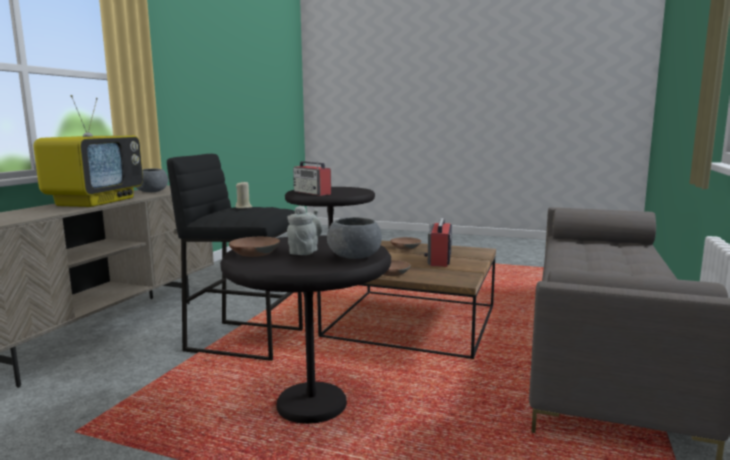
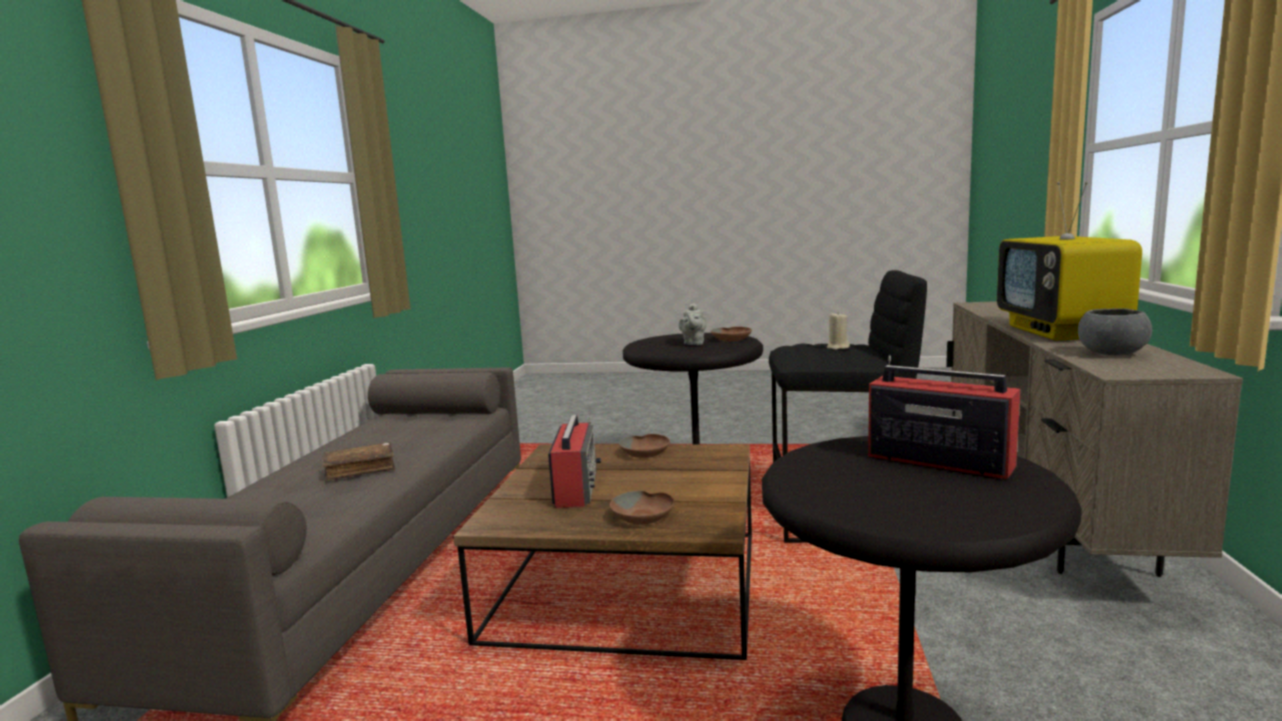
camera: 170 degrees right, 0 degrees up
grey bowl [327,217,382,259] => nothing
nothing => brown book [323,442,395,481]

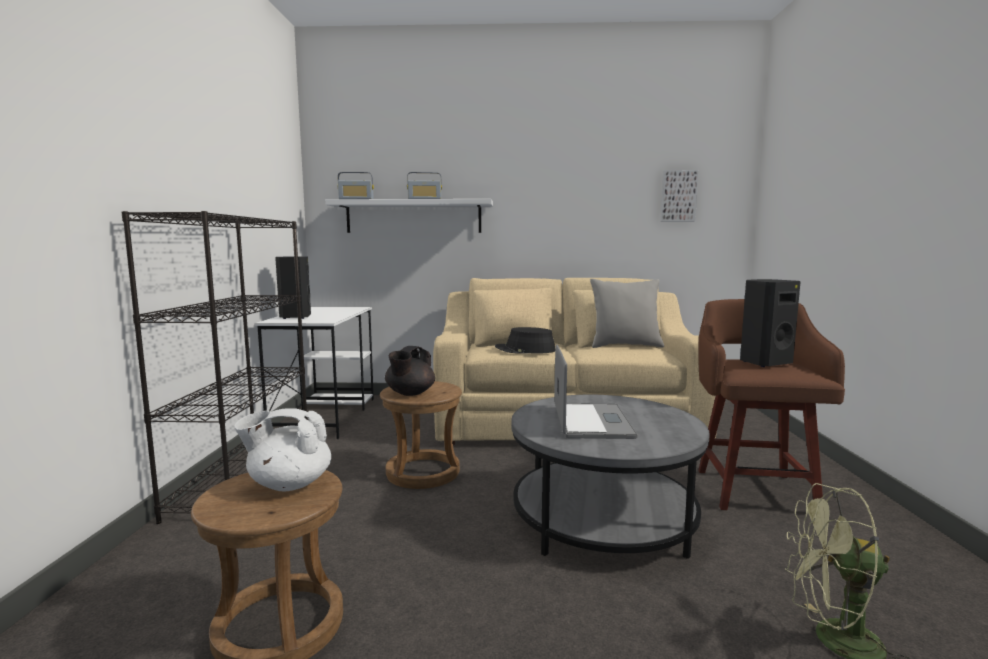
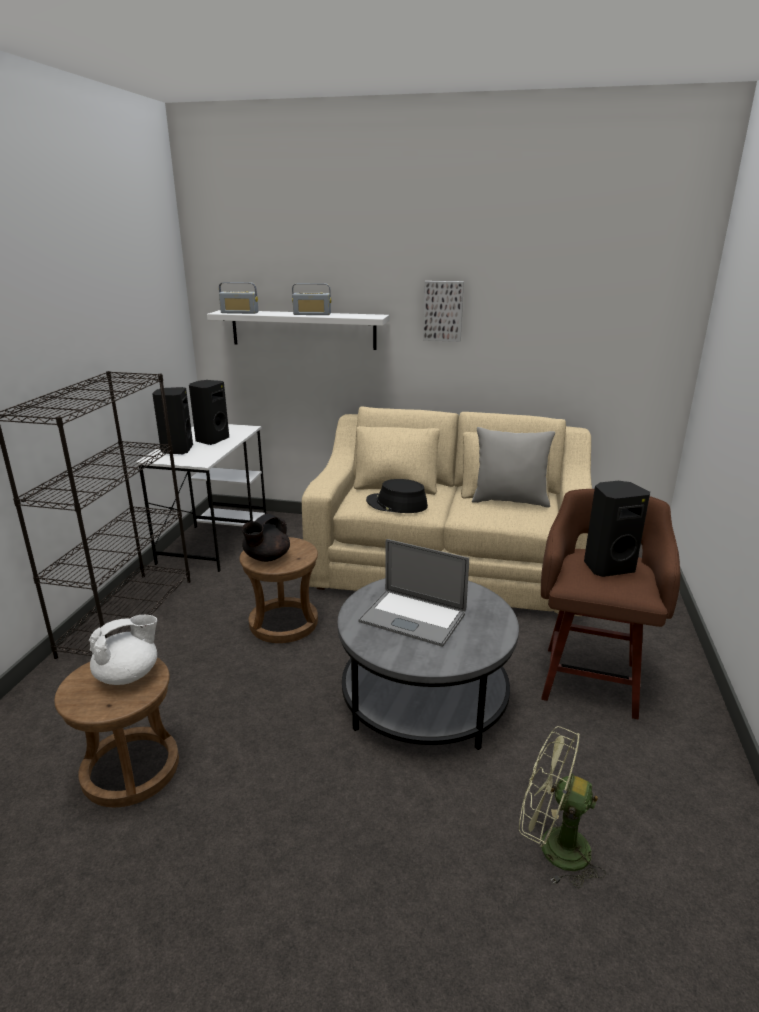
camera: 10 degrees right, 15 degrees up
white teapot [234,409,331,491] => white teapot [89,615,157,685], 135 degrees clockwise
laptop [554,345,638,439] => laptop [358,539,469,647], 105 degrees clockwise
picture [661,170,698,222] => picture [423,281,464,342], moved
nothing => black speaker [189,380,229,445]

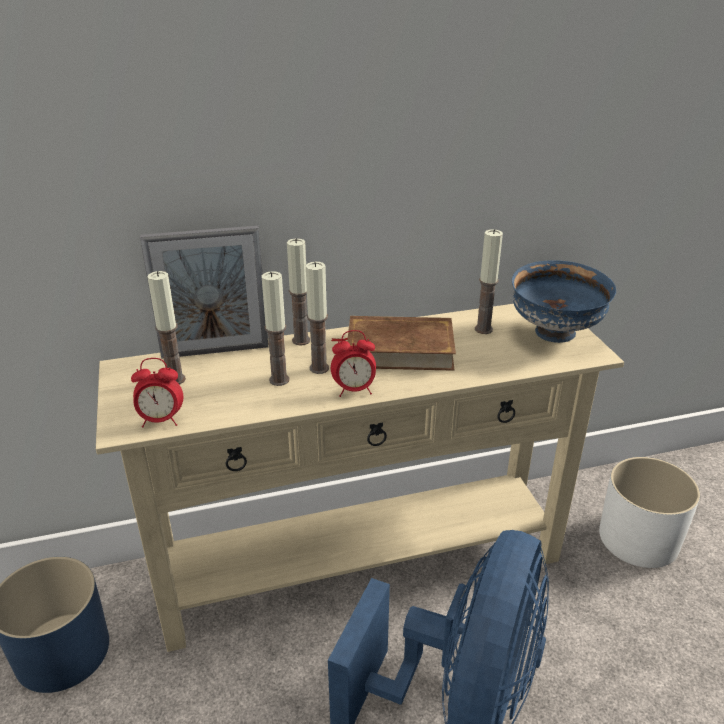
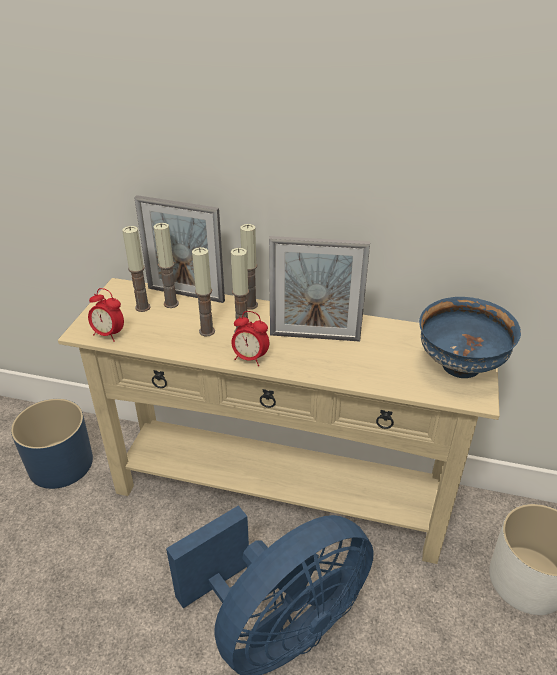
camera: 30 degrees right, 5 degrees up
brown book [330,316,456,371] => picture frame [269,236,370,341]
candle [475,229,503,334] => candle [154,223,179,308], moved

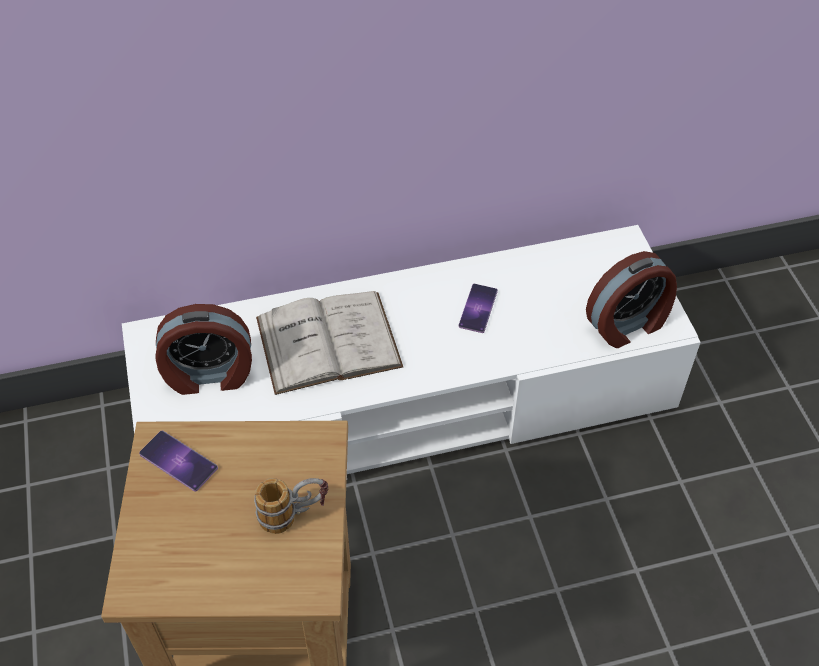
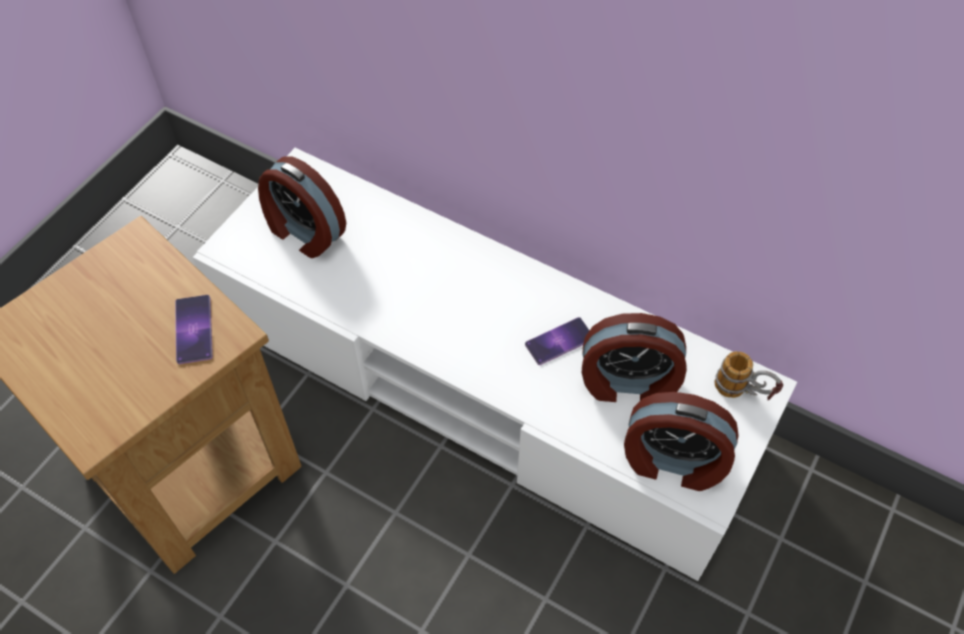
camera: 45 degrees right, 5 degrees up
phone [139,431,218,491] => phone [175,295,213,364], moved
mug [254,478,328,534] => mug [715,351,783,400], moved
white book [256,291,403,395] => nothing
nothing => alarm clock [582,313,687,402]

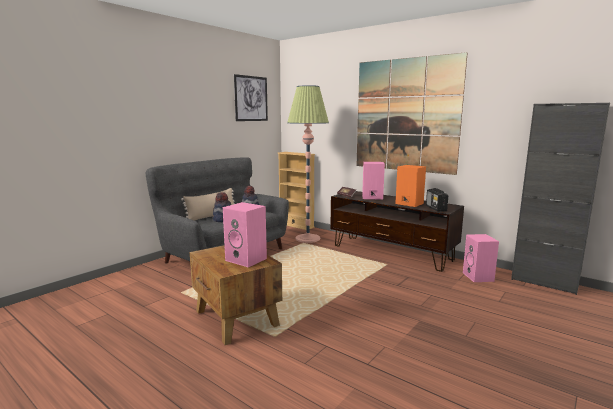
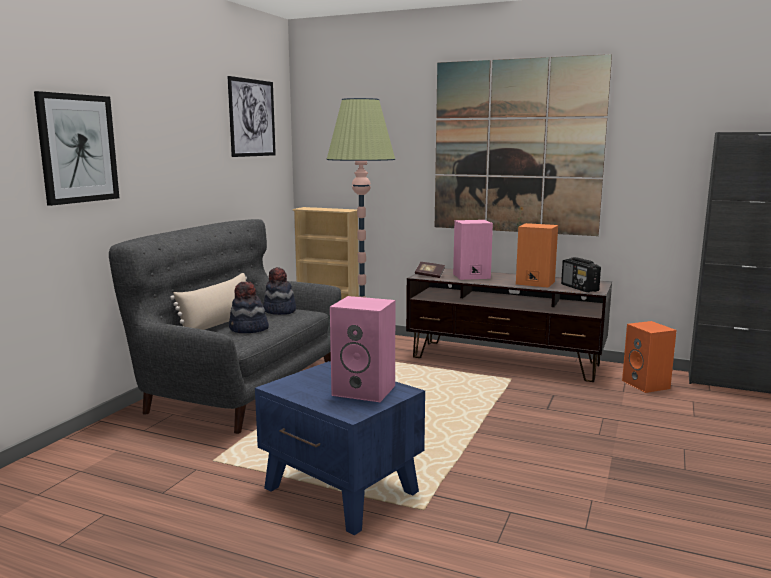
camera: 15 degrees left, 0 degrees up
brown side table [190,245,282,345] => blue side table [255,361,425,535]
pink speaker [463,234,499,282] => orange speaker [622,321,677,393]
nothing => picture [34,91,119,206]

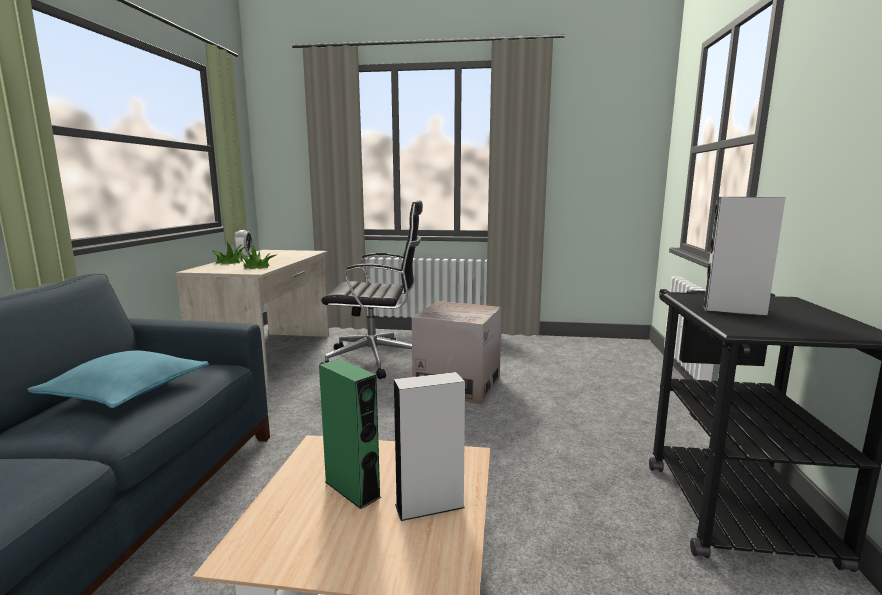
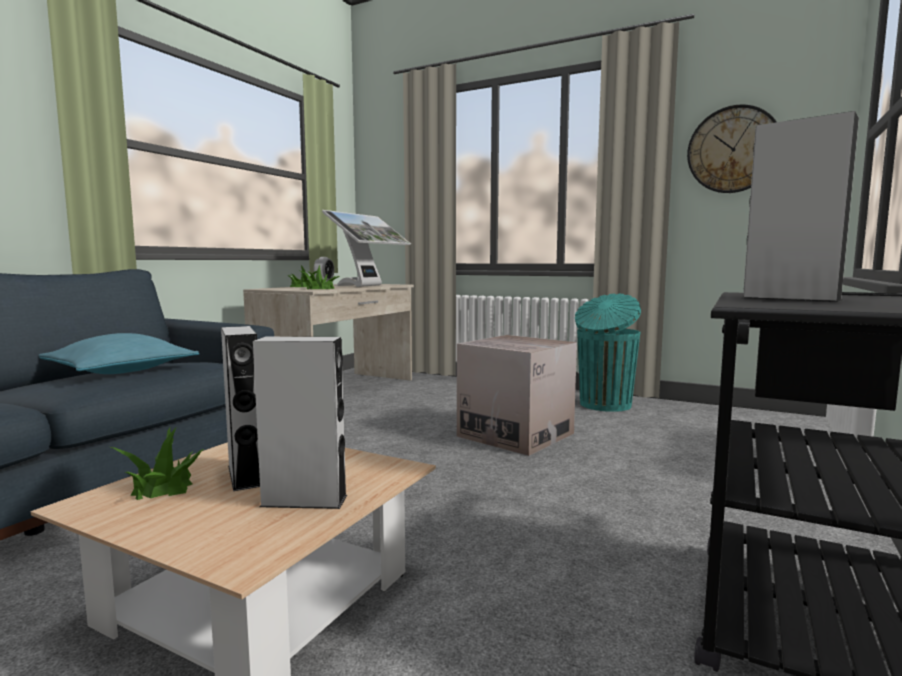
camera: 20 degrees right, 5 degrees down
green speaker [319,359,381,509] => grey speaker [221,326,260,491]
black office chair [320,200,423,379] => nothing
nothing => potted plant [111,428,204,500]
nothing => monitor [322,210,411,287]
nothing => turquoise trash can [575,294,641,412]
nothing => wall clock [687,104,777,193]

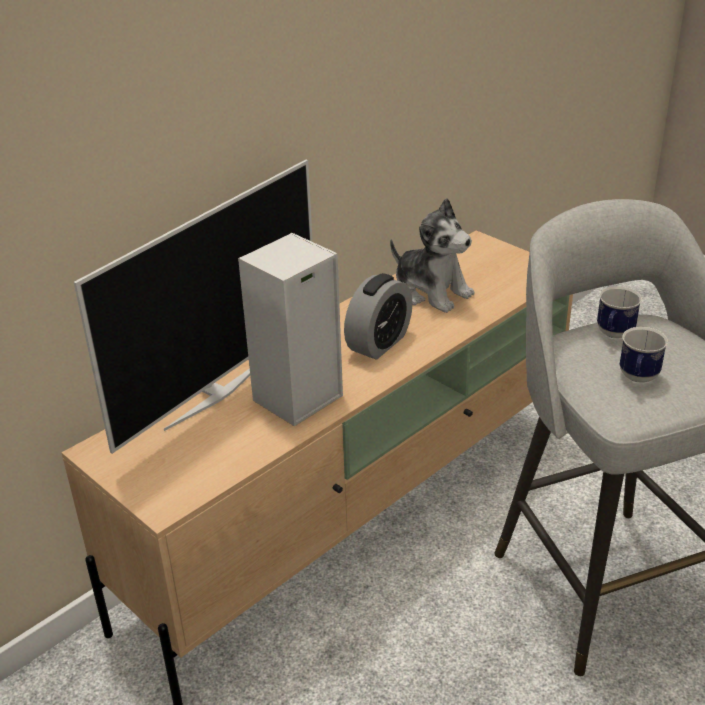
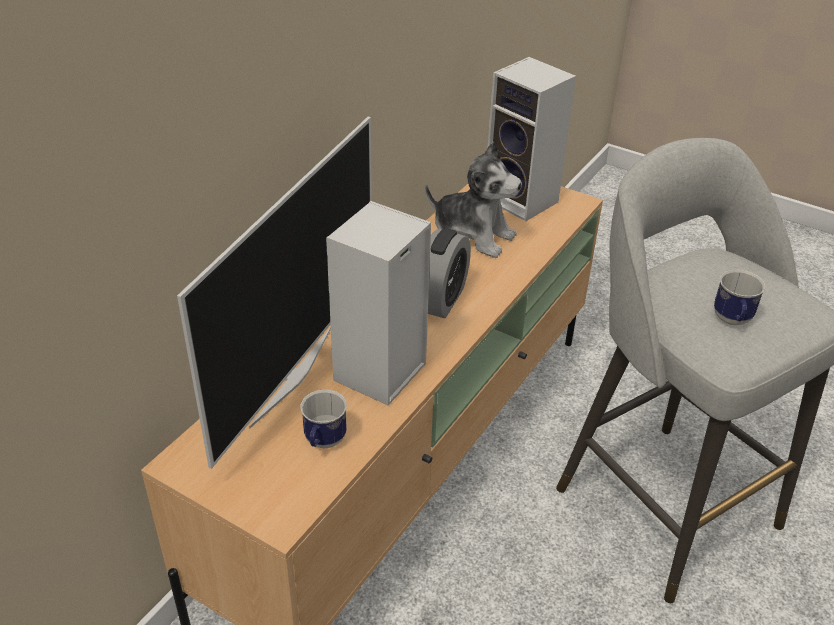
camera: 15 degrees left, 5 degrees up
mug [597,286,642,339] => mug [300,389,347,448], moved
nothing => speaker [488,57,576,221]

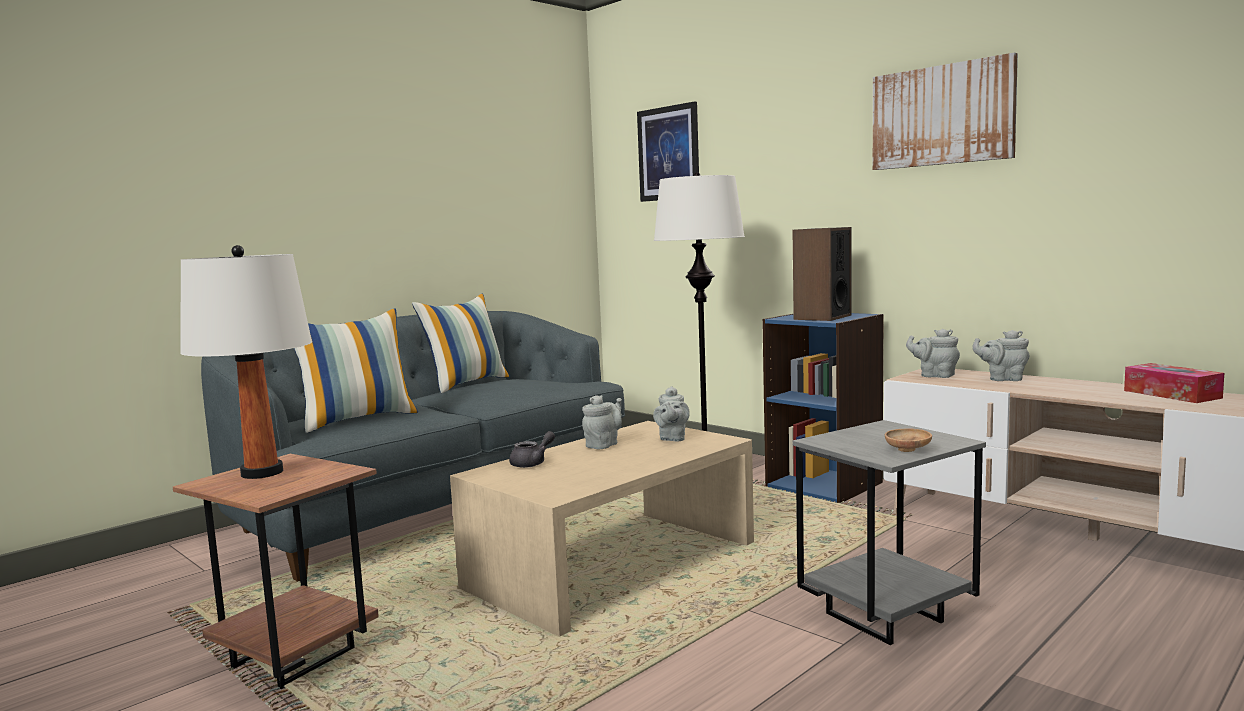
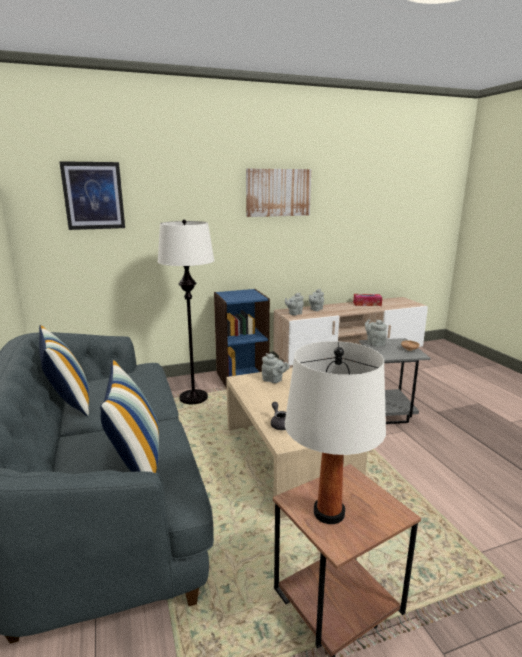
camera: 65 degrees left, 10 degrees up
grey teapot [582,395,622,449] => grey teapot [365,319,387,347], moved
speaker [793,227,852,321] => nothing

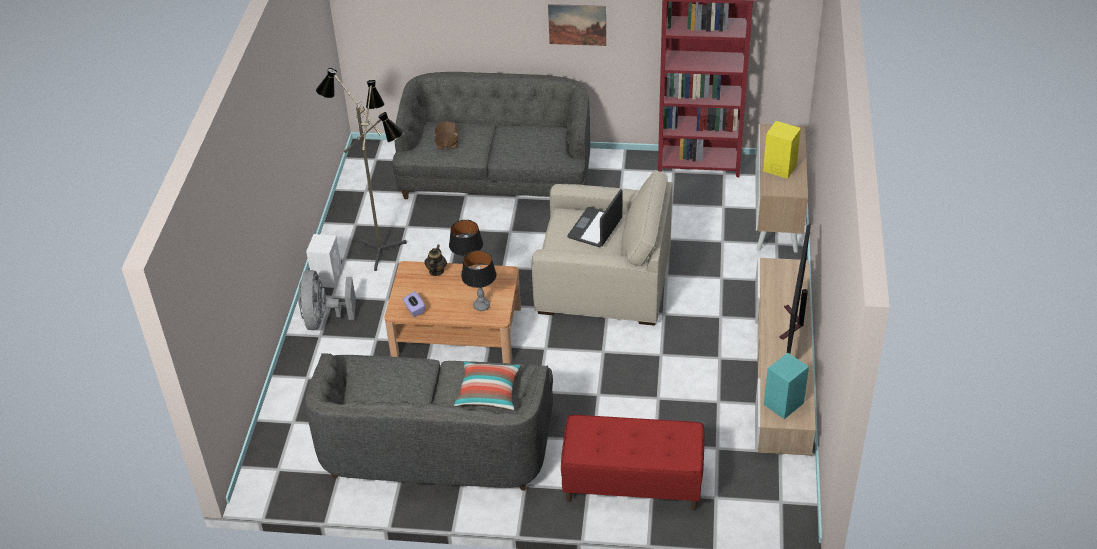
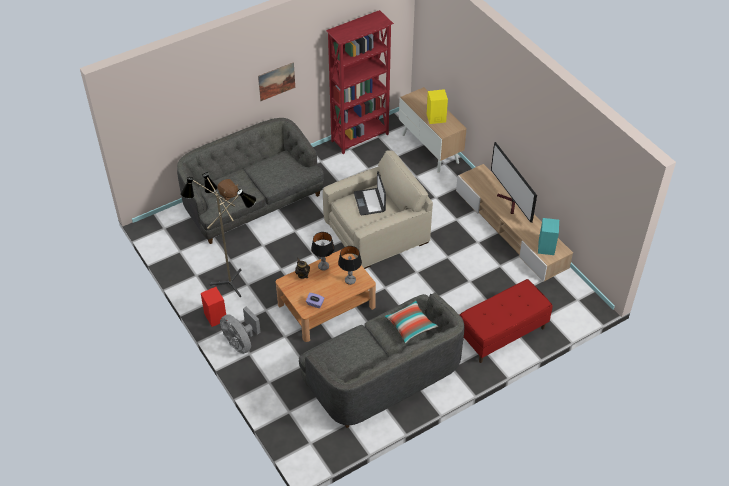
camera: 40 degrees left, 5 degrees up
white speaker [306,234,343,288] => red speaker [201,287,226,327]

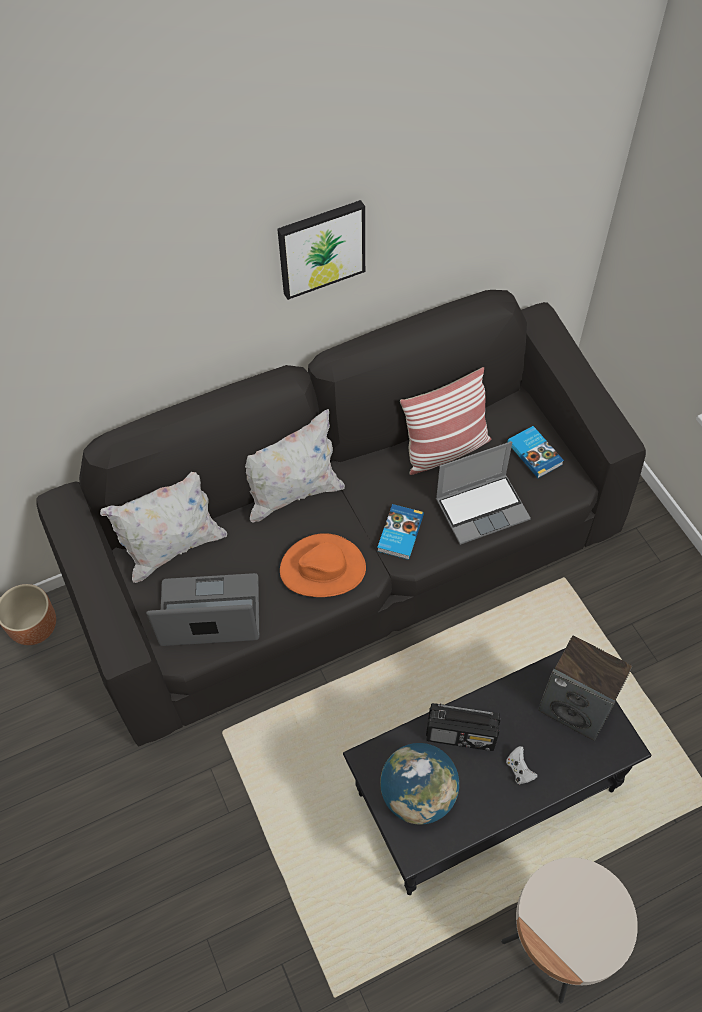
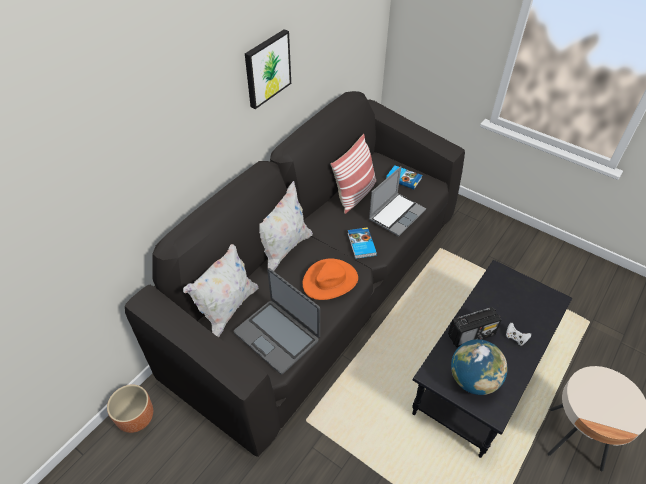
camera: 30 degrees left, 10 degrees down
laptop [146,573,259,646] => laptop [234,268,320,374], 105 degrees counterclockwise
speaker [538,636,632,741] => nothing

